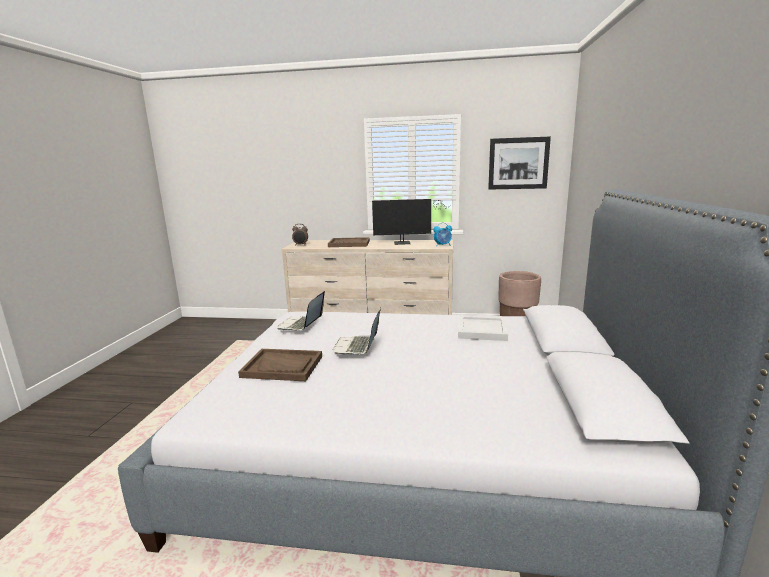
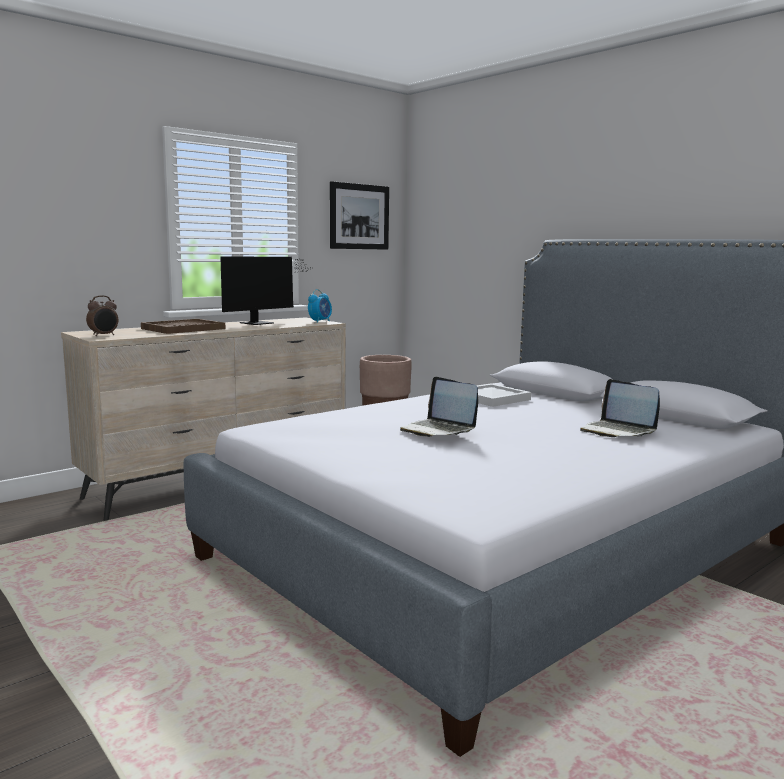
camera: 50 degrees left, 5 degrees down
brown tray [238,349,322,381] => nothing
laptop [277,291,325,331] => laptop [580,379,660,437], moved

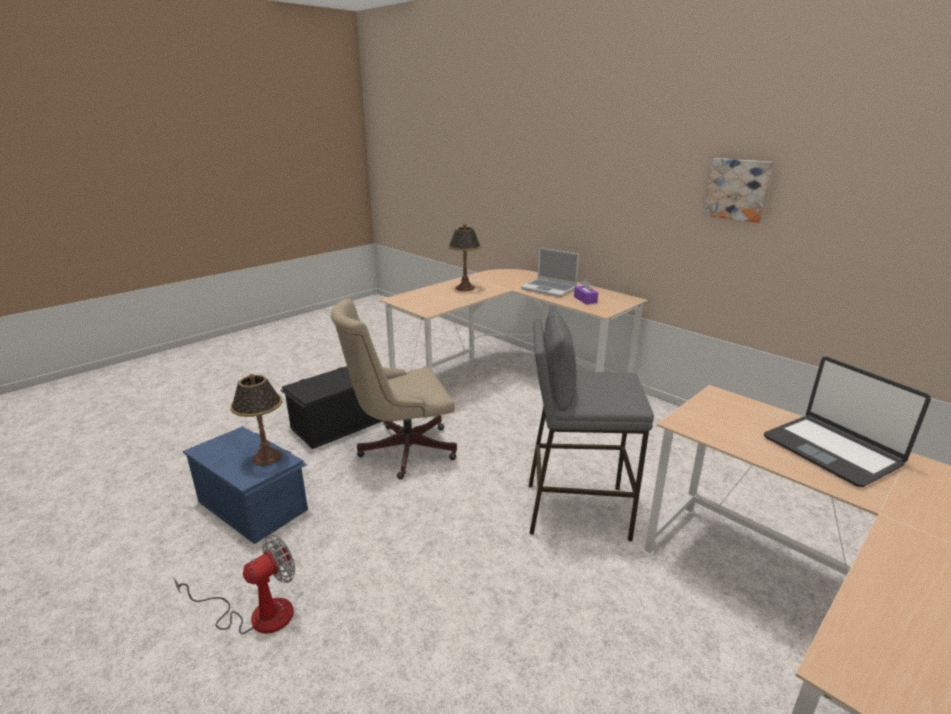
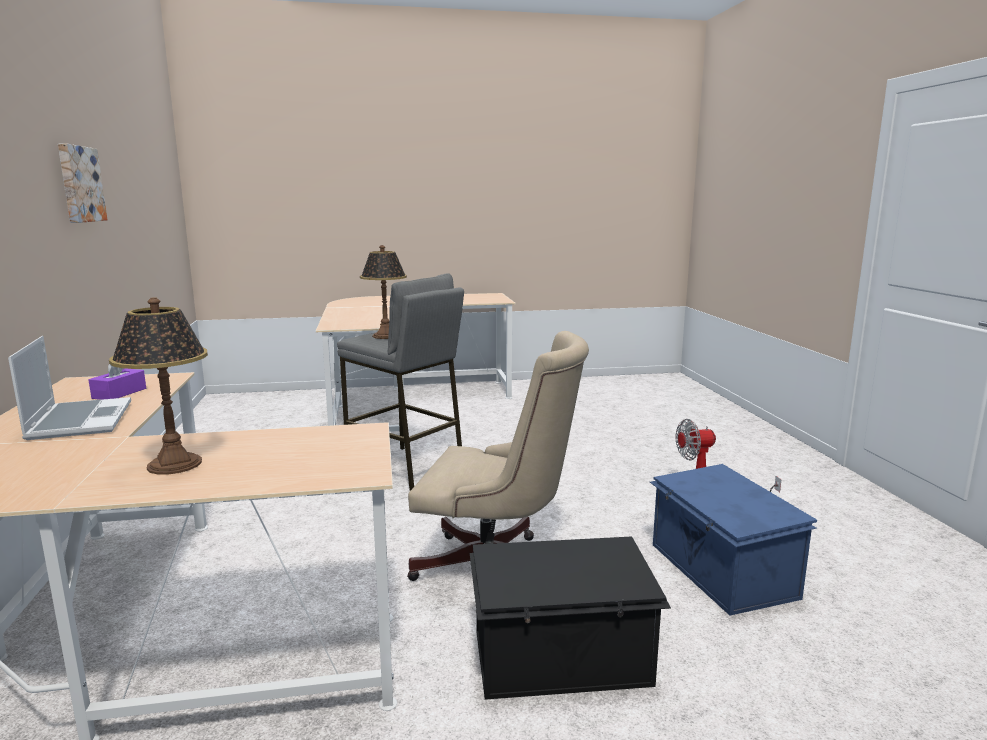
camera: 145 degrees left, 10 degrees down
table lamp [230,374,282,466] => table lamp [360,245,407,339], moved
laptop [764,357,931,487] => nothing

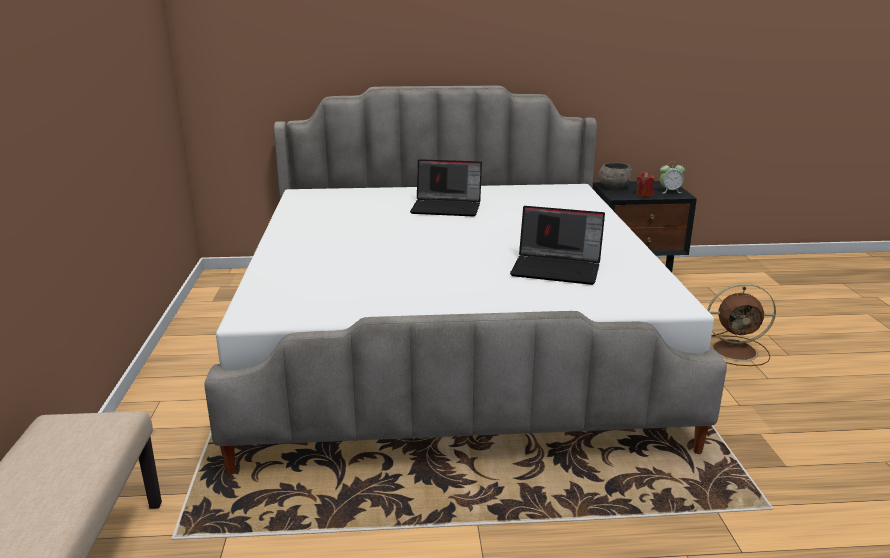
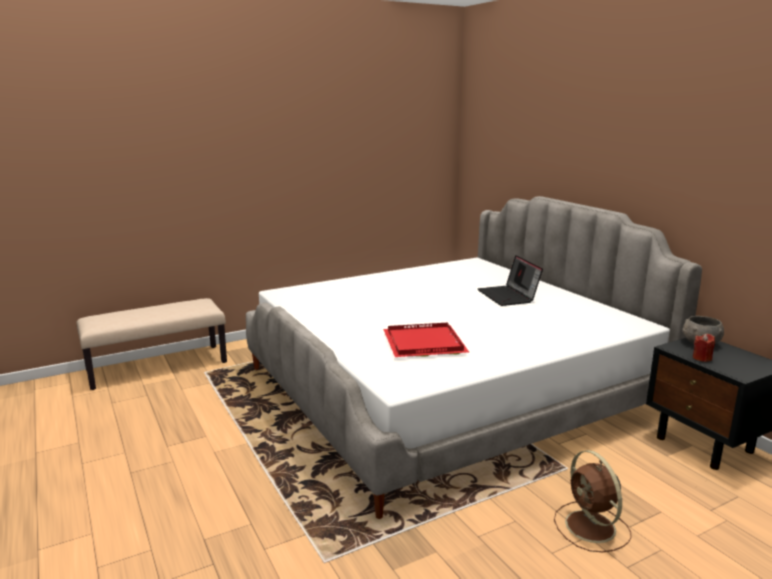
camera: 65 degrees right, 5 degrees down
laptop [510,206,605,285] => red tray [383,323,469,357]
alarm clock [660,161,685,193] => nothing

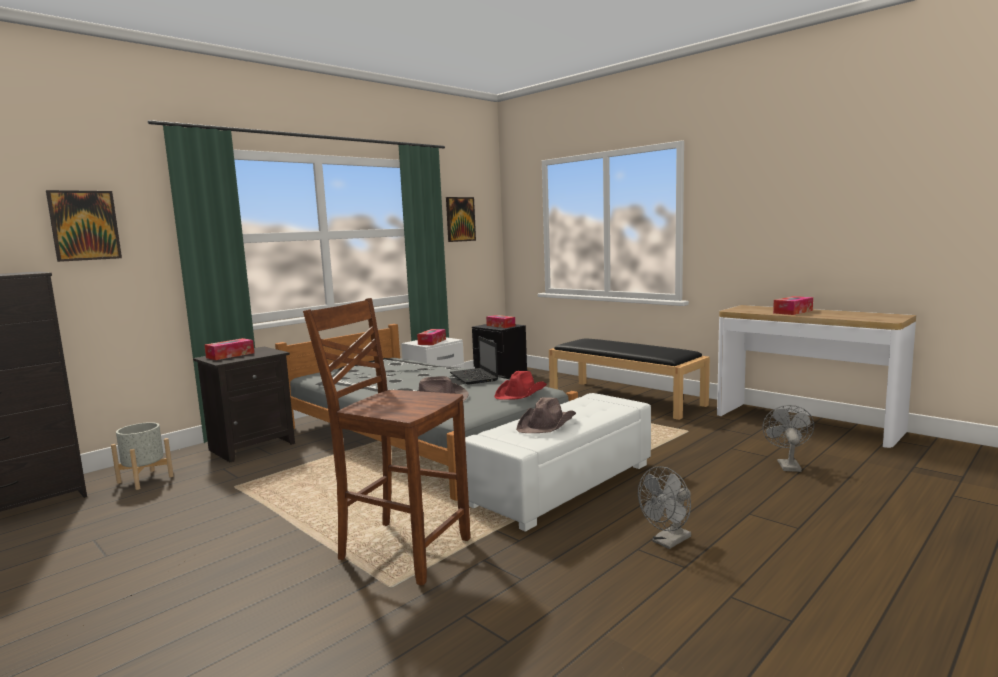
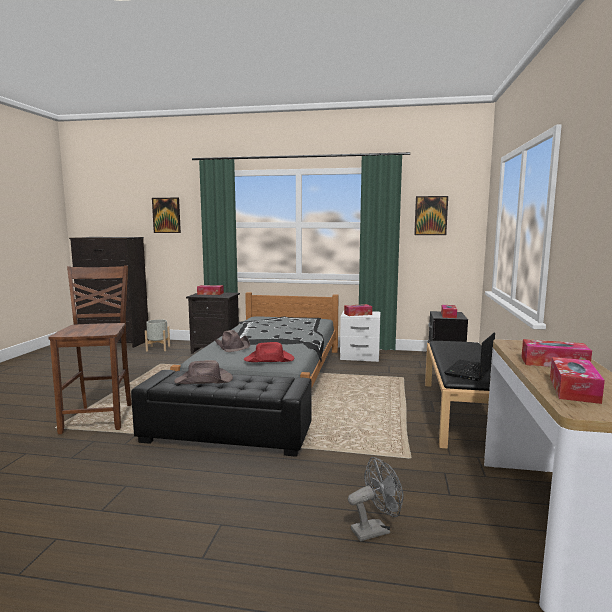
camera: 55 degrees right, 0 degrees up
laptop [450,336,498,385] => laptop [444,332,495,381], moved
white ottoman [465,393,651,532] => black ottoman [131,370,312,457]
grey fan [638,466,691,549] => nothing
nothing => tissue box [550,357,605,404]

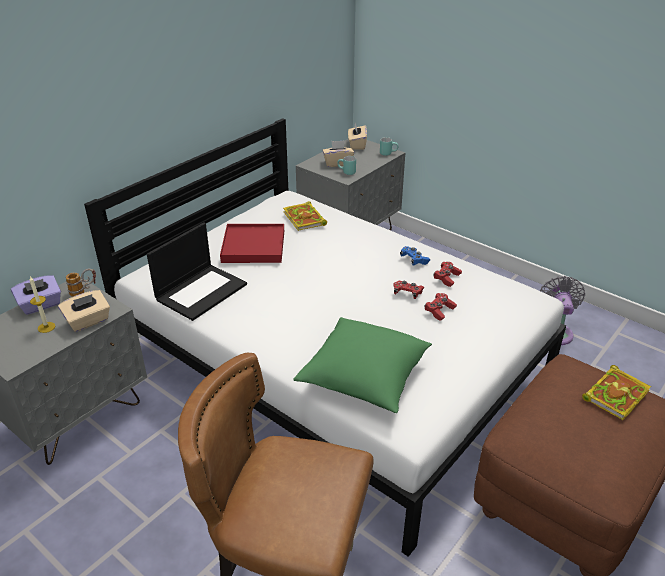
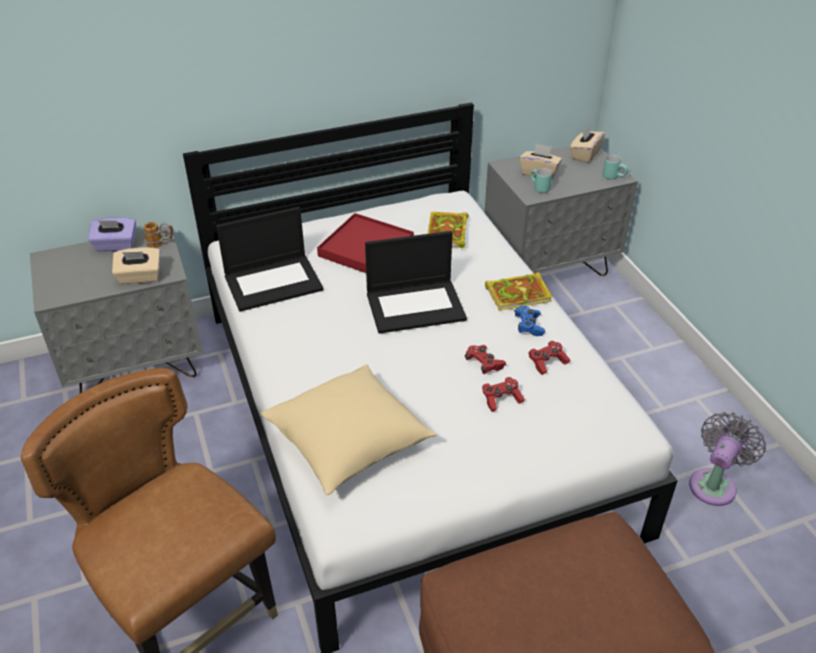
camera: 30 degrees right, 5 degrees up
candle [29,276,55,333] => nothing
green pillow [293,317,432,413] => beige pillow [261,365,436,495]
book [582,365,651,420] => book [485,272,553,311], moved
nothing => laptop [365,231,467,334]

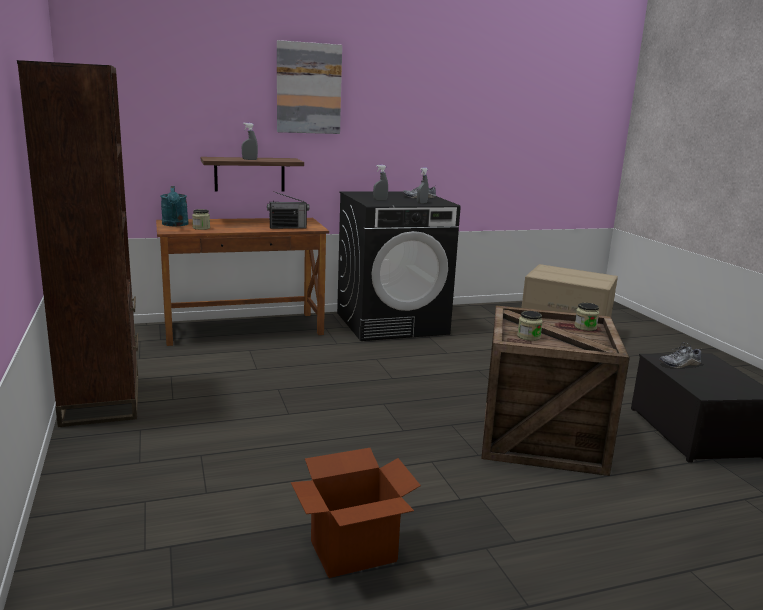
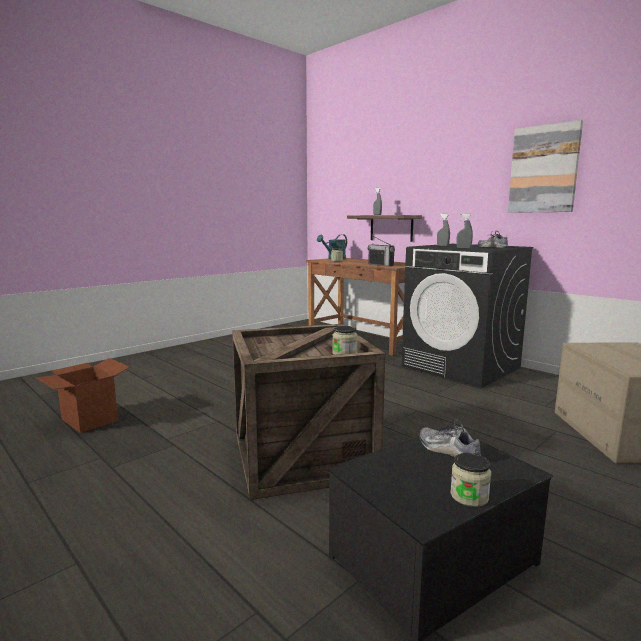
camera: 65 degrees right, 5 degrees down
brown bookcase [17,60,138,427] => nothing
picture [277,40,342,134] => picture [508,120,583,213], moved
jar [517,311,543,341] => jar [450,453,491,507], moved

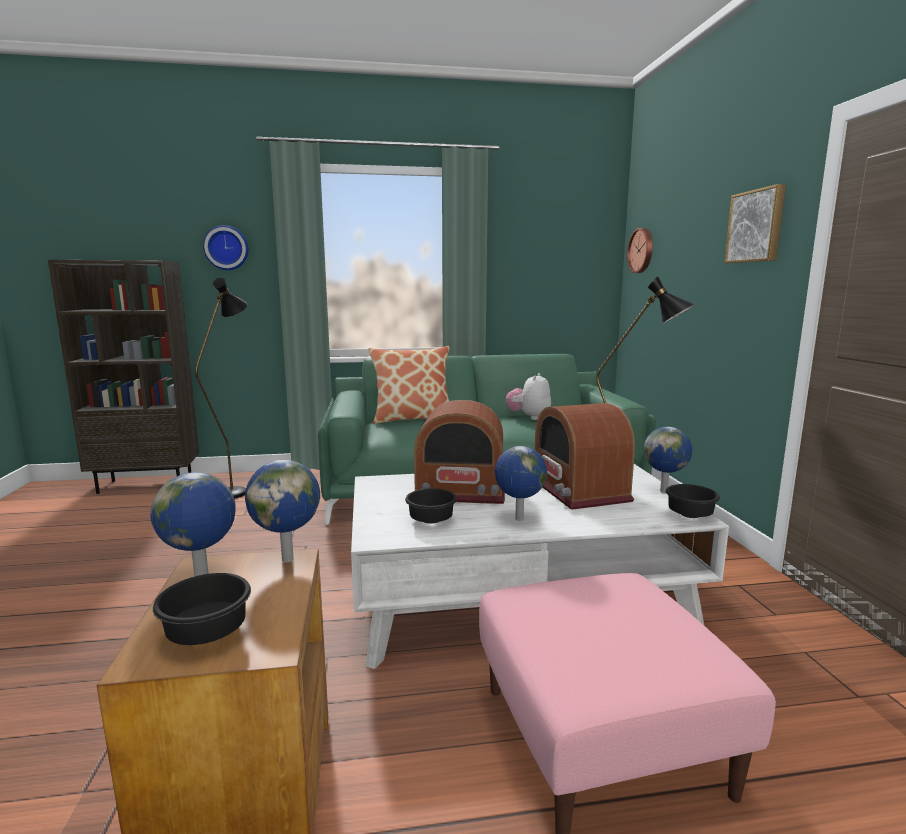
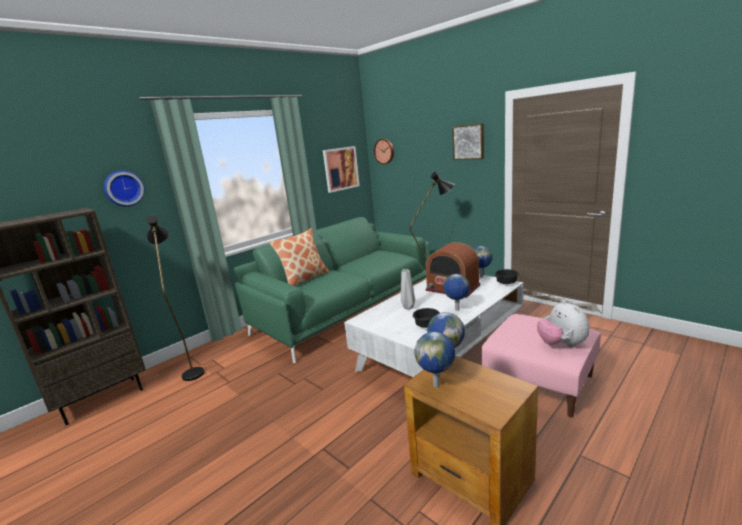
camera: 35 degrees left, 5 degrees up
black bowl [153,573,251,645] => nothing
radio [414,400,505,504] => grey vase [401,269,415,310]
plush toy [506,373,551,420] => plush toy [537,300,590,348], moved
nothing => picture [323,146,360,193]

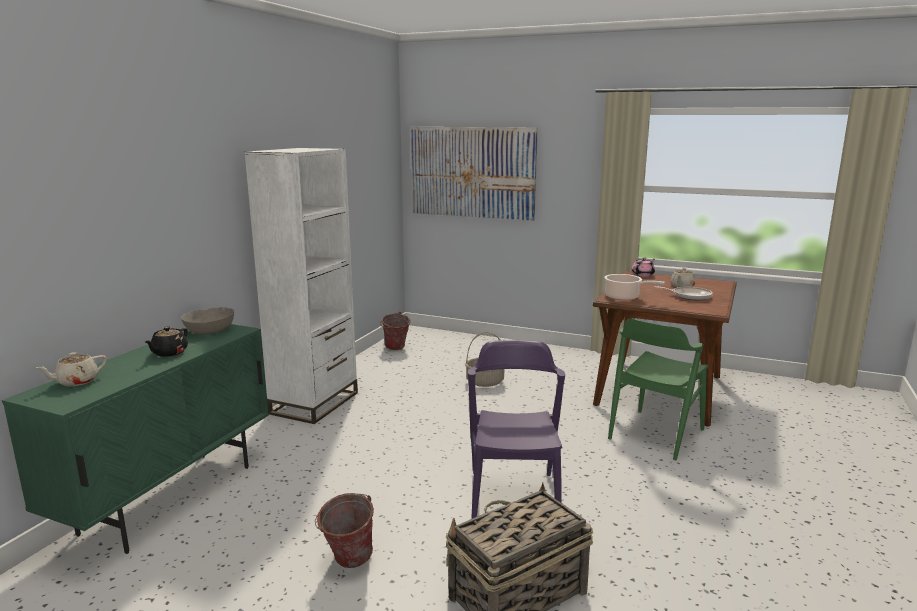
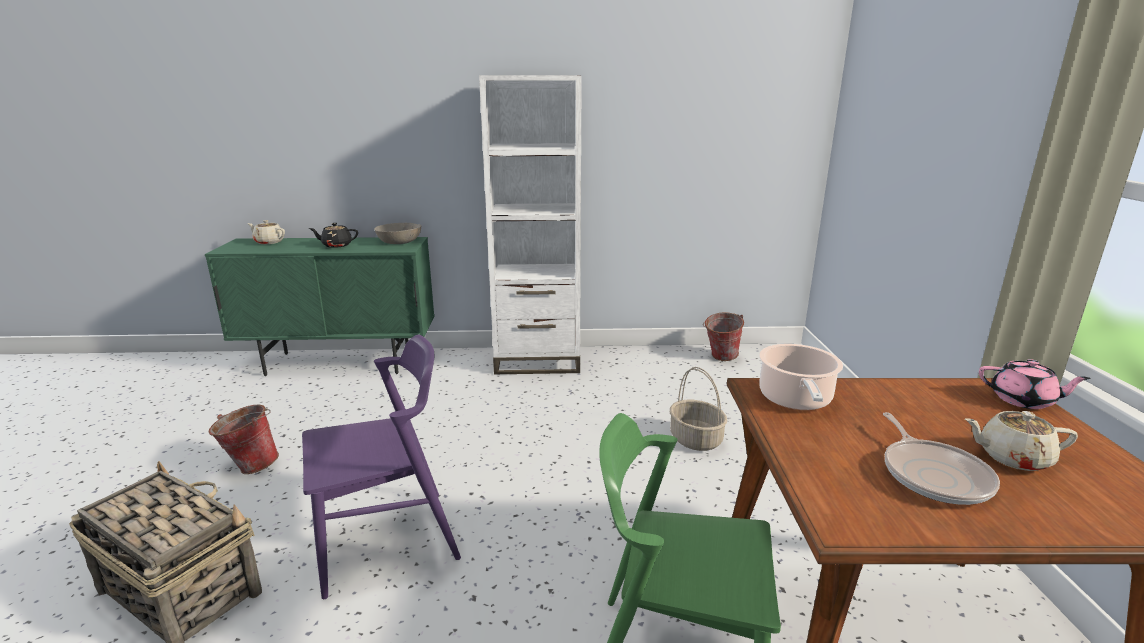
camera: 65 degrees right, 5 degrees up
picture [411,127,538,221] => nothing

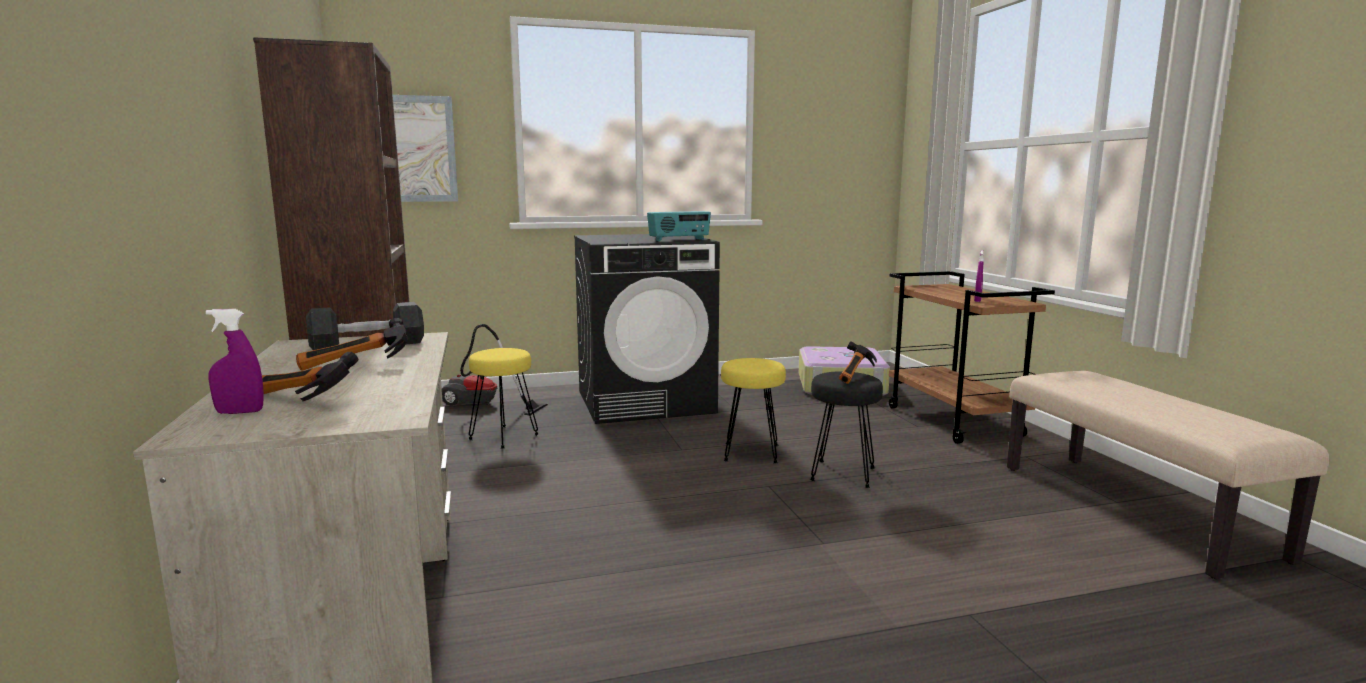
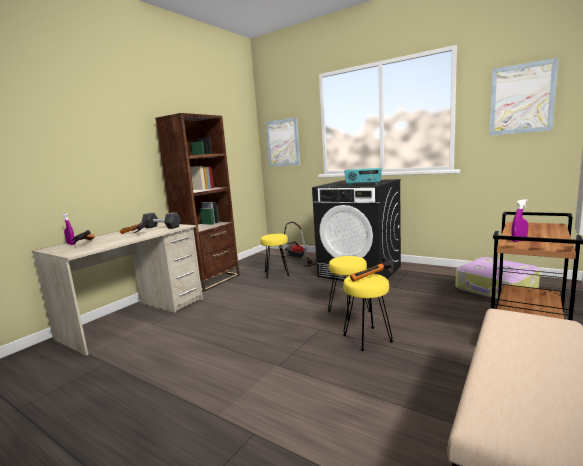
camera: 50 degrees right, 0 degrees up
black stool [810,371,883,488] => yellow stool [343,274,393,351]
nothing => picture [489,58,558,136]

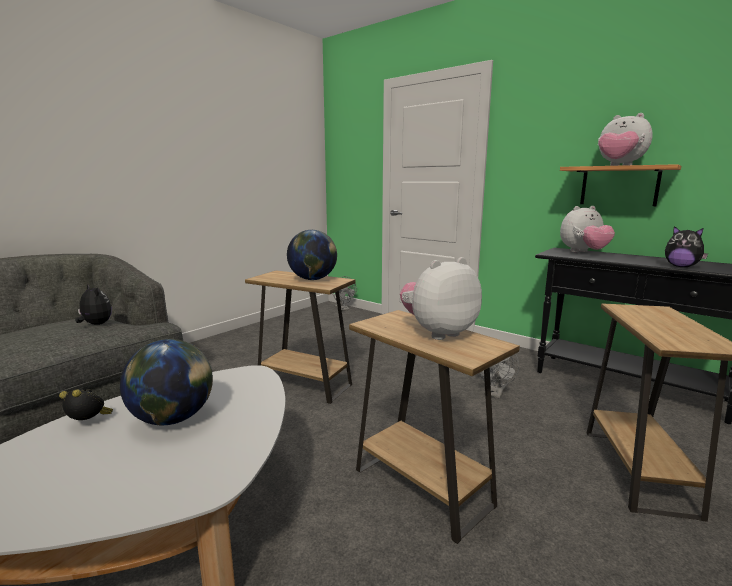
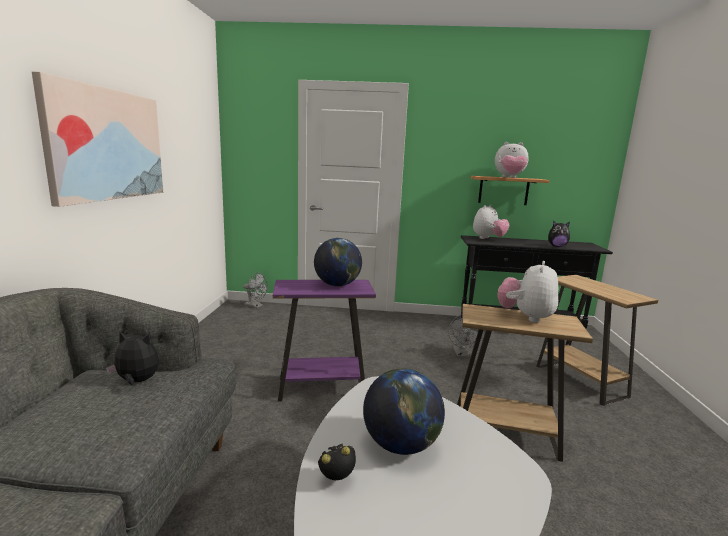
camera: 35 degrees left, 0 degrees up
brown side table [245,271,355,404] => purple side table [273,280,376,402]
nothing => picture [32,71,163,207]

